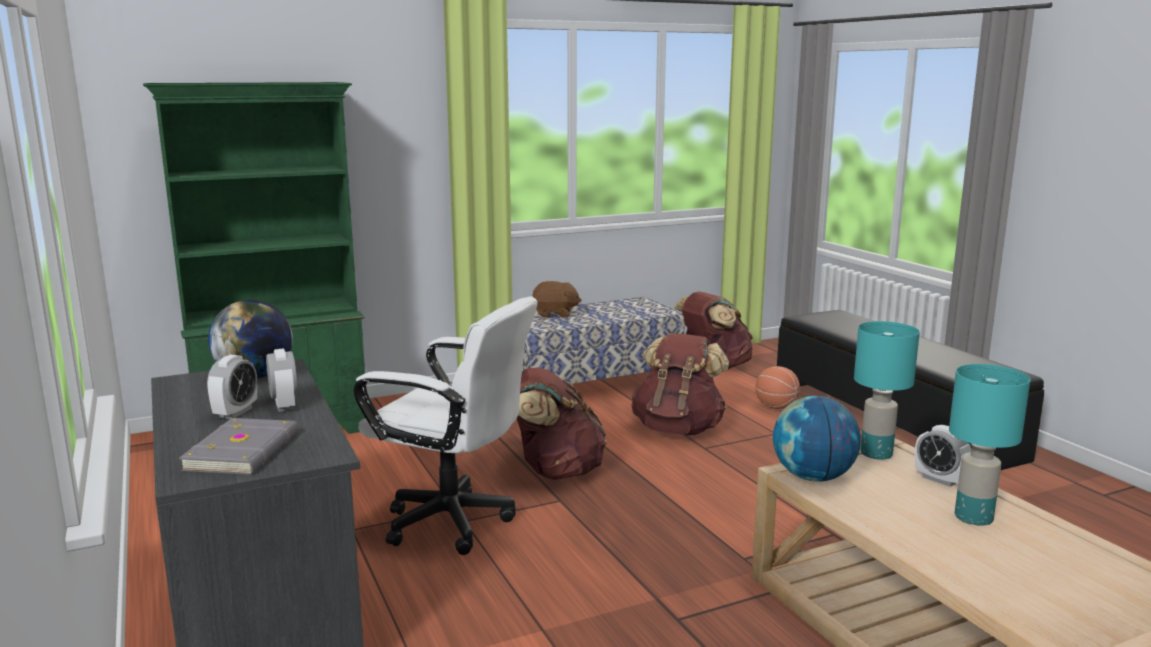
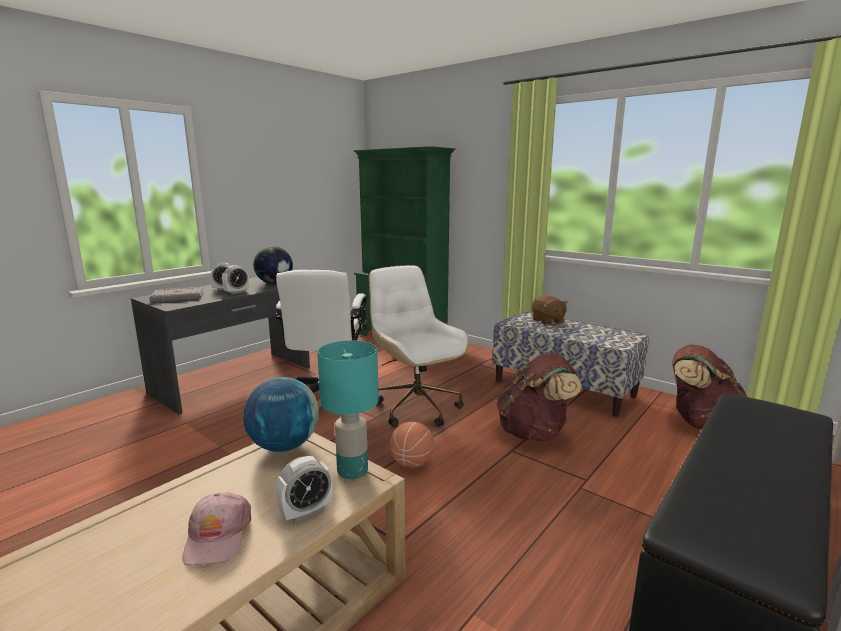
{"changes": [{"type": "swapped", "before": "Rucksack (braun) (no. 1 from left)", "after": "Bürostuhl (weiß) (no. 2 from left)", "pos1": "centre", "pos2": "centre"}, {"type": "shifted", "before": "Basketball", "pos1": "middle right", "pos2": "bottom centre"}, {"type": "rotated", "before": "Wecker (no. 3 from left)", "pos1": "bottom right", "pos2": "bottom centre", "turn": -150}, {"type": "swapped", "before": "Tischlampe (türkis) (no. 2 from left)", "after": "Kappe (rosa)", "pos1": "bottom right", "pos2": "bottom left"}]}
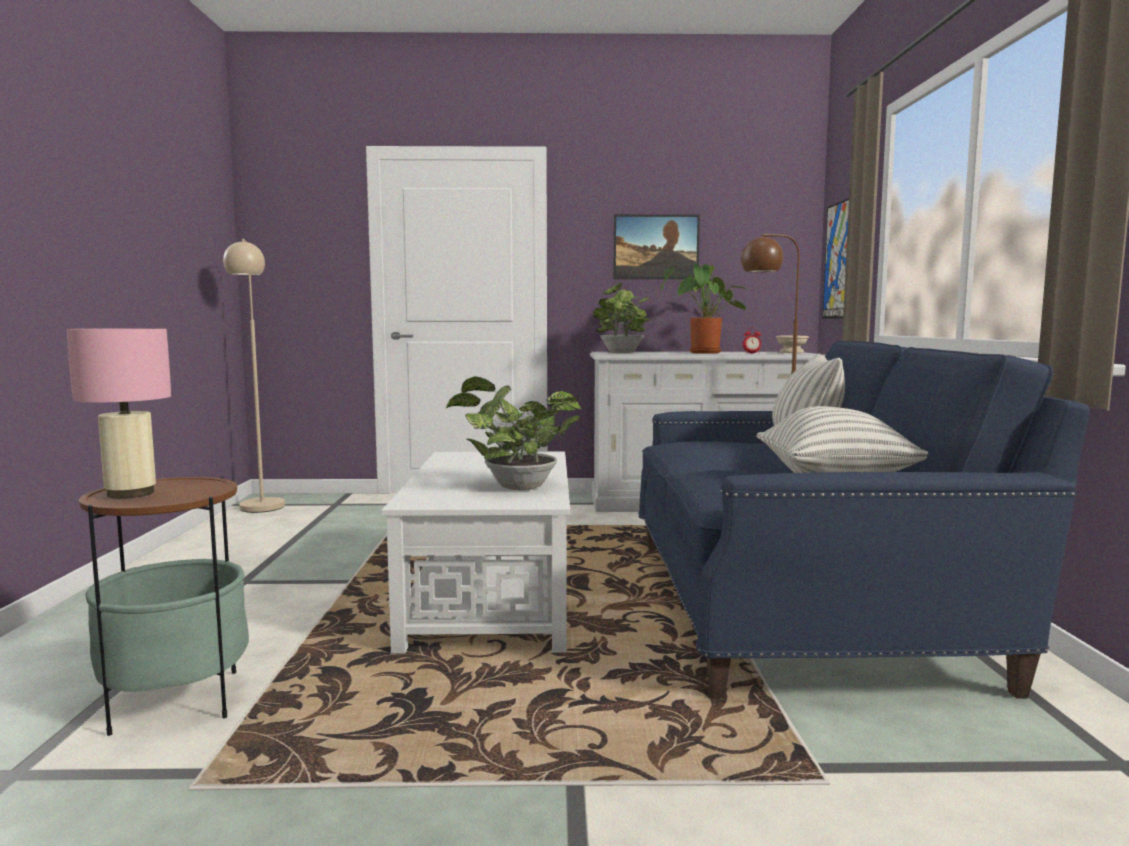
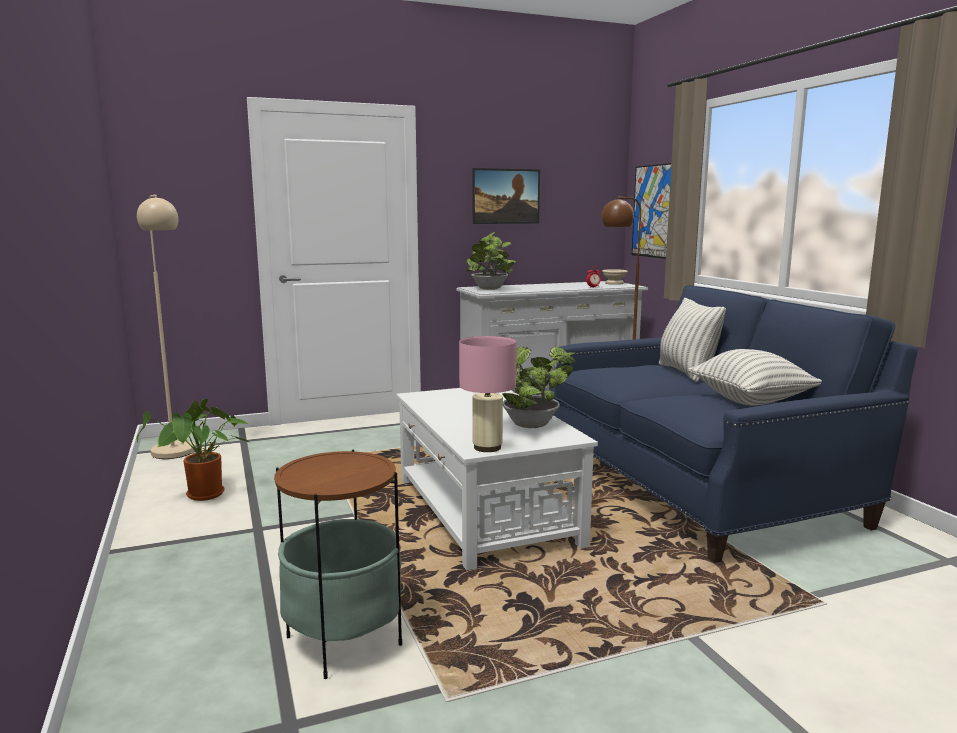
{"changes": [{"type": "shifted", "before": "Tischlampe (rosa)", "pos1": "middle left", "pos2": "centre"}, {"type": "shifted", "before": "Topfpflanze (no. 3 from left in the first image)", "after": "Topfpflanze (no. 1 from left)", "pos1": "centre", "pos2": "middle left"}]}
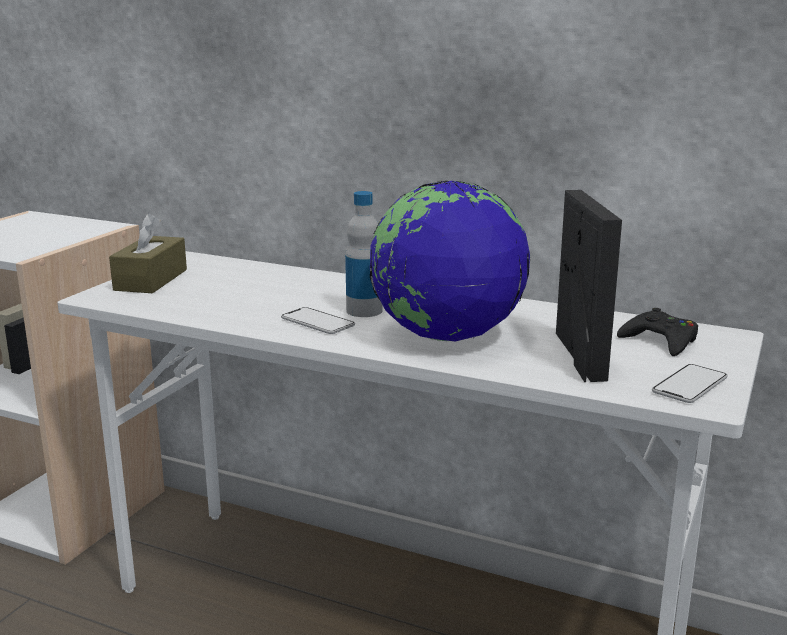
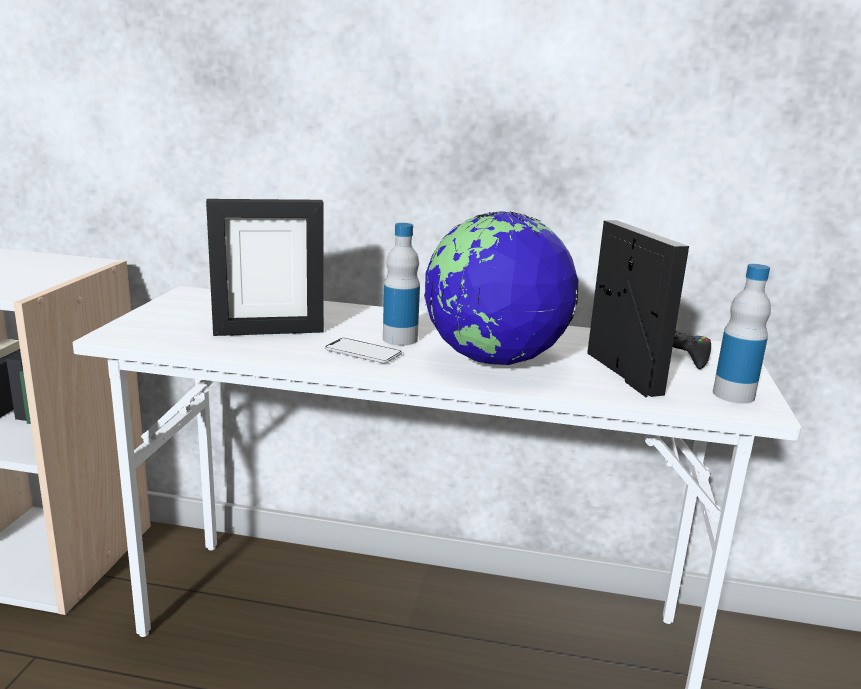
{"changes": [{"type": "gone", "before": "Taschentuchbox (braun)", "pos1": "middle left"}, {"type": "swapped", "before": "Handy (no. 2 from left)", "after": "Flasche (no. 2 from left)", "pos1": "middle right", "pos2": "middle right"}, {"type": "new", "after": "Bilderrahmen (no. 1 from left)", "pos2": "middle left"}]}
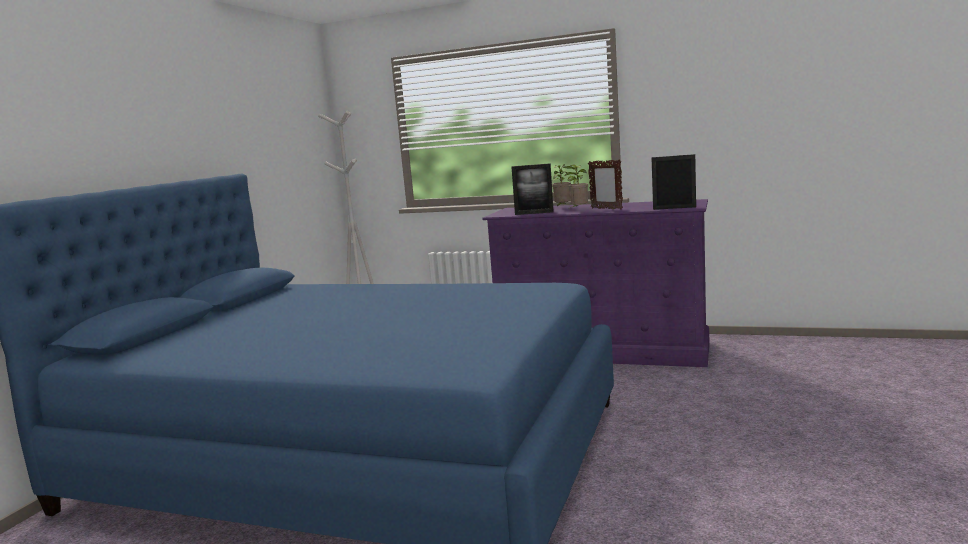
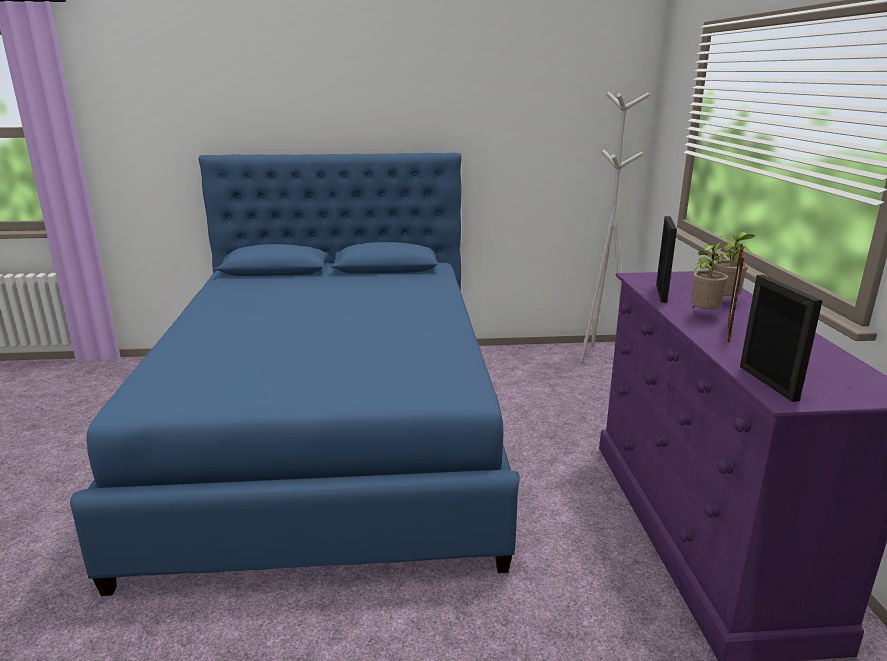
{"changes": [{"type": "rotated", "before": "Bilderrahmen (no. 1 from left)", "pos1": "centre", "pos2": "middle right", "turn": -150}]}
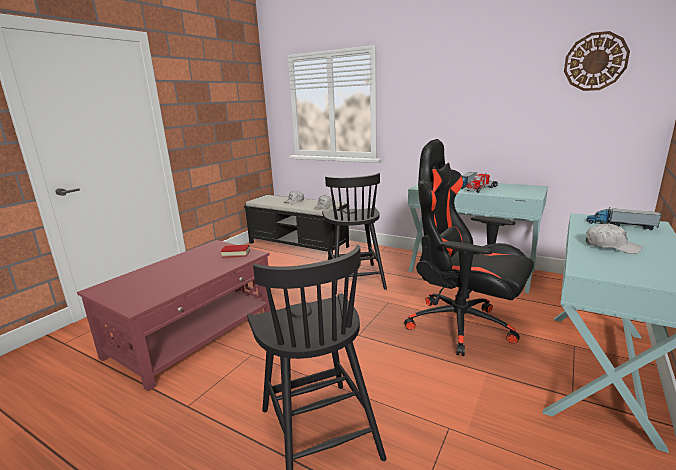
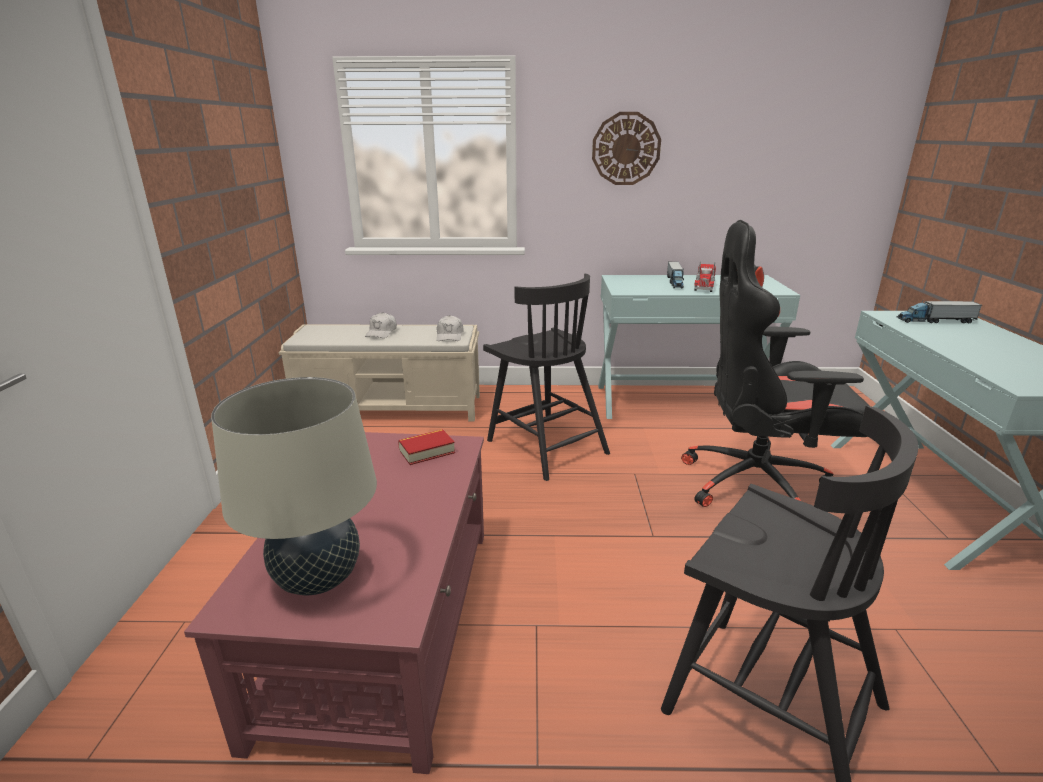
{"changes": [{"type": "repainted", "before": "Bank (schwarz)", "after": "Bank (beige)", "pos1": "centre", "pos2": "centre"}, {"type": "shifted", "before": "Wanduhr", "pos1": "top right", "pos2": "top centre"}, {"type": "gone", "before": "Kappe (weiß) (no. 3 from left)", "pos1": "middle right"}, {"type": "new", "after": "Tischlampe (beige)", "pos2": "middle left"}]}
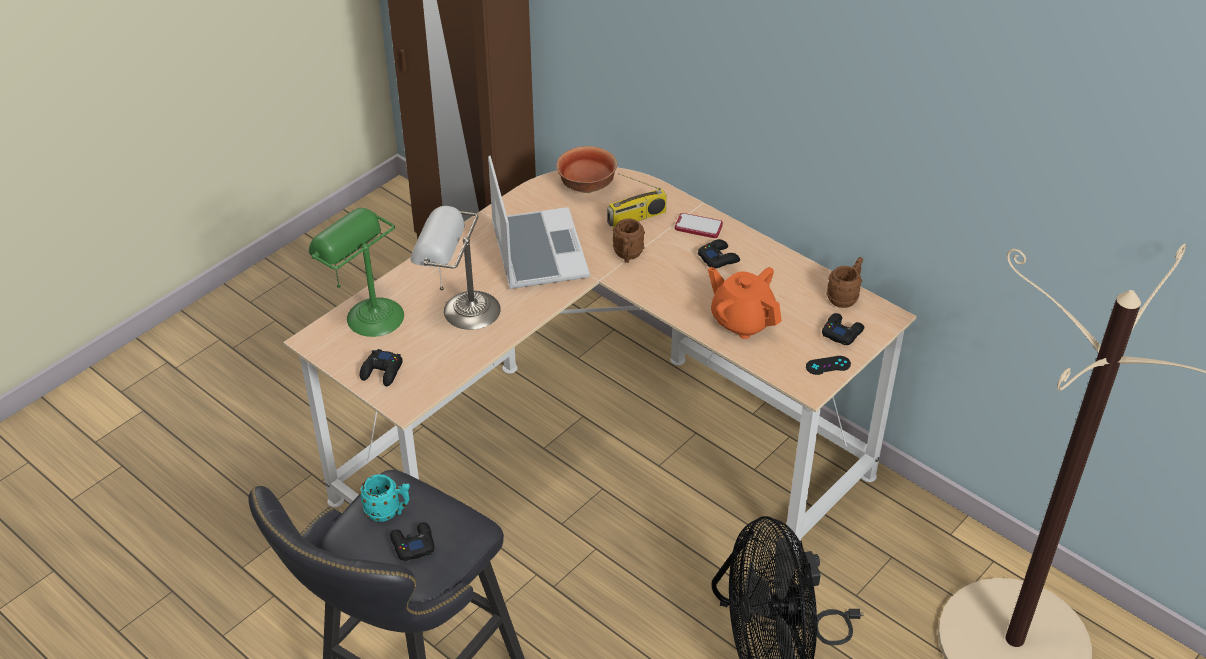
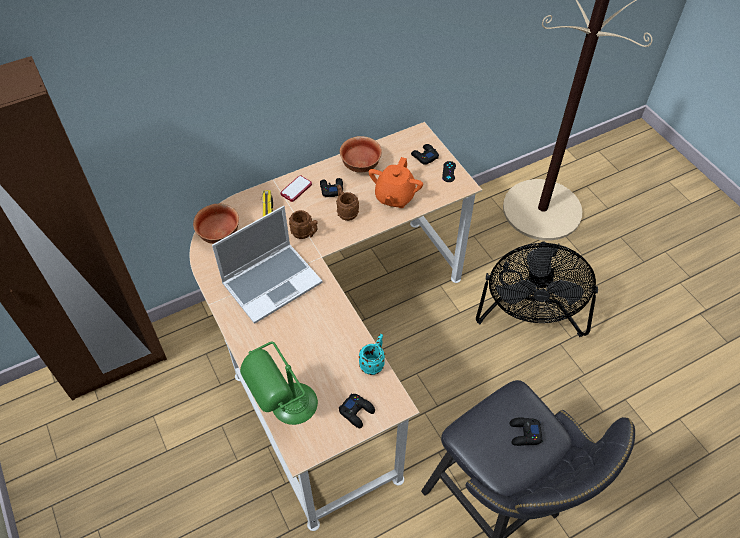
{"changes": [{"type": "shifted", "before": "Henkelbecher (türkis)", "pos1": "bottom left", "pos2": "centre"}, {"type": "gone", "before": "Tischlampe (weiß)", "pos1": "centre"}, {"type": "rotated", "before": "Laptop", "pos1": "centre", "pos2": "centre", "turn": 135}, {"type": "rotated", "before": "Teekanne (orange)", "pos1": "centre", "pos2": "centre", "turn": -45}, {"type": "shifted", "before": "Henkelbecher (braun) (no. 2 from left)", "pos1": "middle right", "pos2": "centre"}, {"type": "new", "after": "Schüssel (no. 2 from left)", "pos2": "top centre"}]}
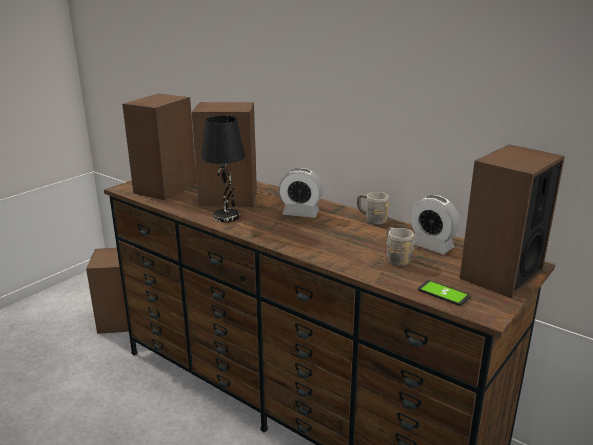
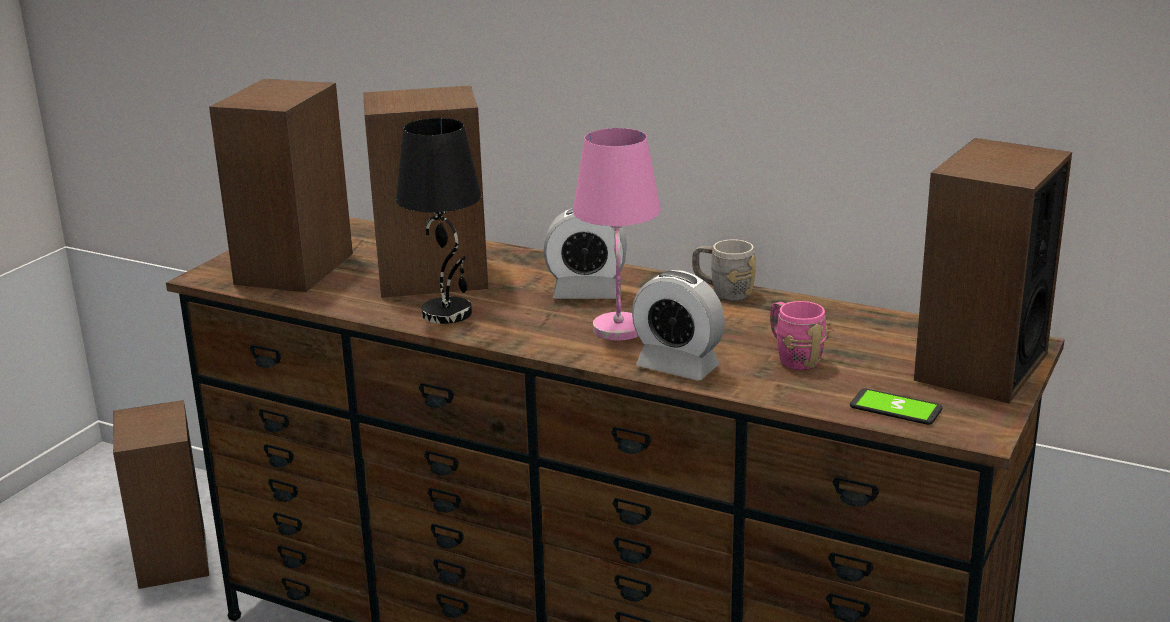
{"changes": [{"type": "repainted", "before": "Henkelbecher (grau) (no. 2 from left)", "after": "Henkelbecher (rosa)", "pos1": "middle right", "pos2": "middle right"}, {"type": "shifted", "before": "Wecker (no. 2 from left)", "pos1": "middle right", "pos2": "centre"}, {"type": "new", "after": "Tischlampe (rosa)", "pos2": "centre"}]}
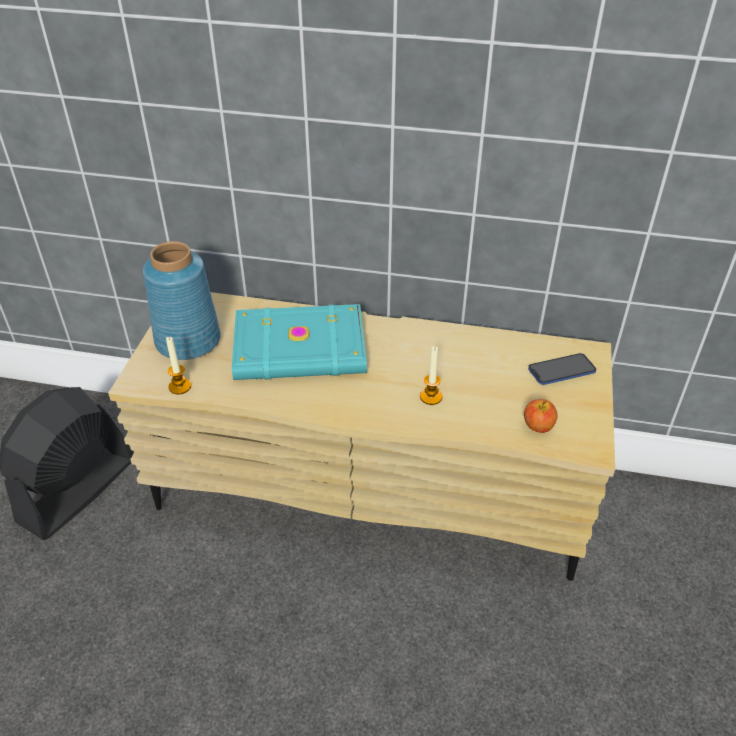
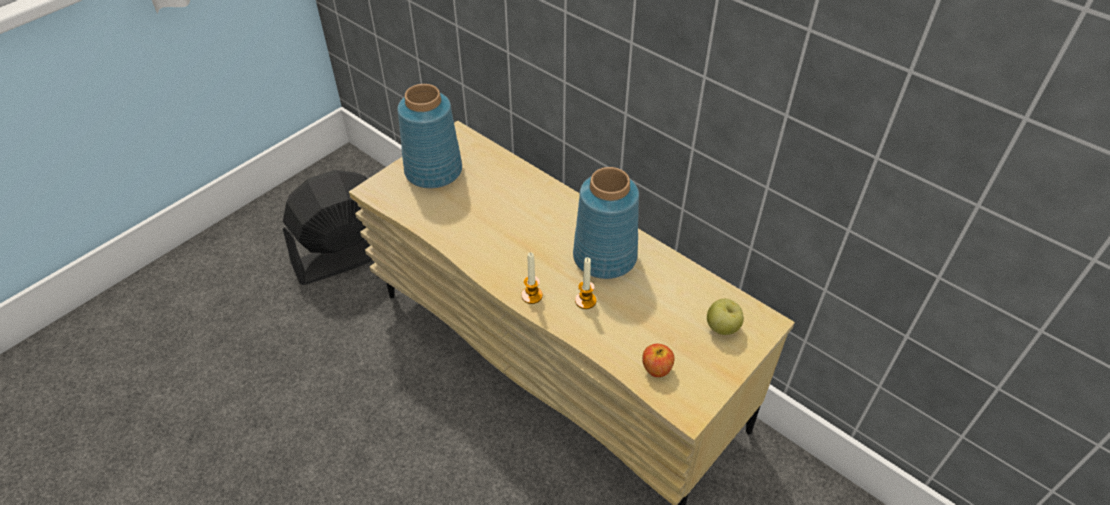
{"changes": [{"type": "shifted", "before": "Kerze (no. 1 from left)", "pos1": "middle left", "pos2": "centre"}, {"type": "gone", "before": "Buch (türkis)", "pos1": "centre"}, {"type": "swapped", "before": "Handy", "after": "Apfel (no. 2 from left)", "pos1": "middle right", "pos2": "centre"}, {"type": "new", "after": "Vase (blau) (no. 2 from left)", "pos2": "centre"}]}
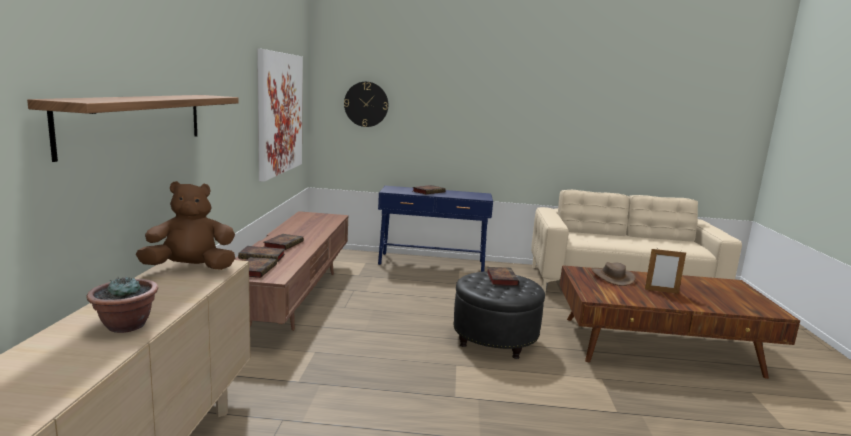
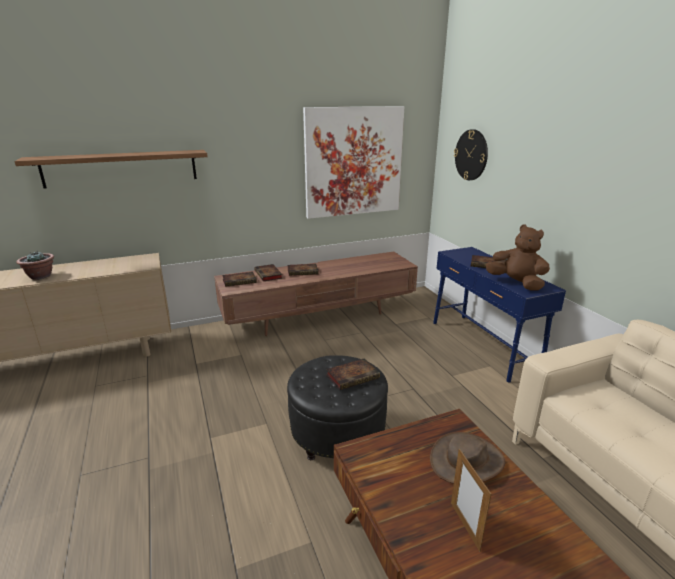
{"changes": [{"type": "shifted", "before": "Plüschtier (braun)", "pos1": "middle left", "pos2": "middle right"}]}
